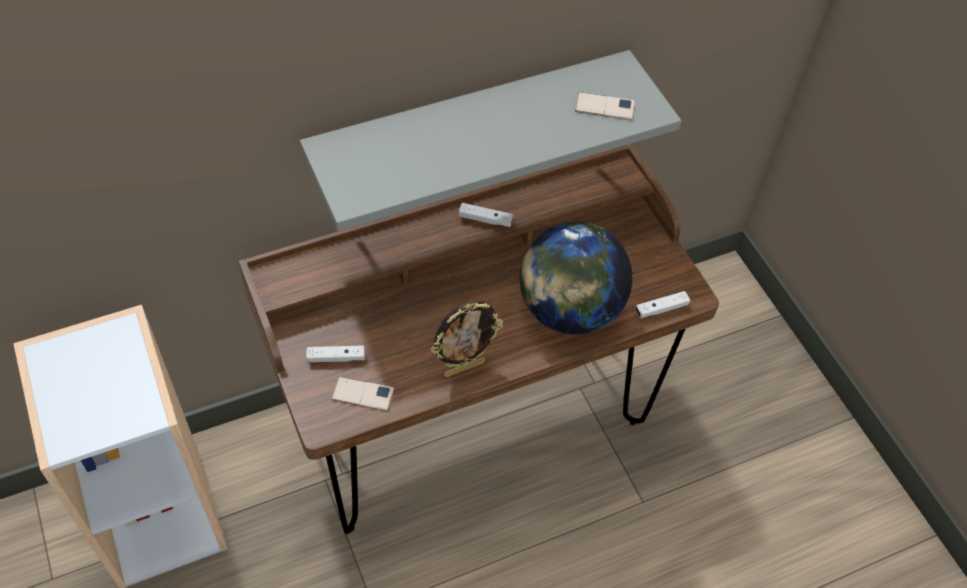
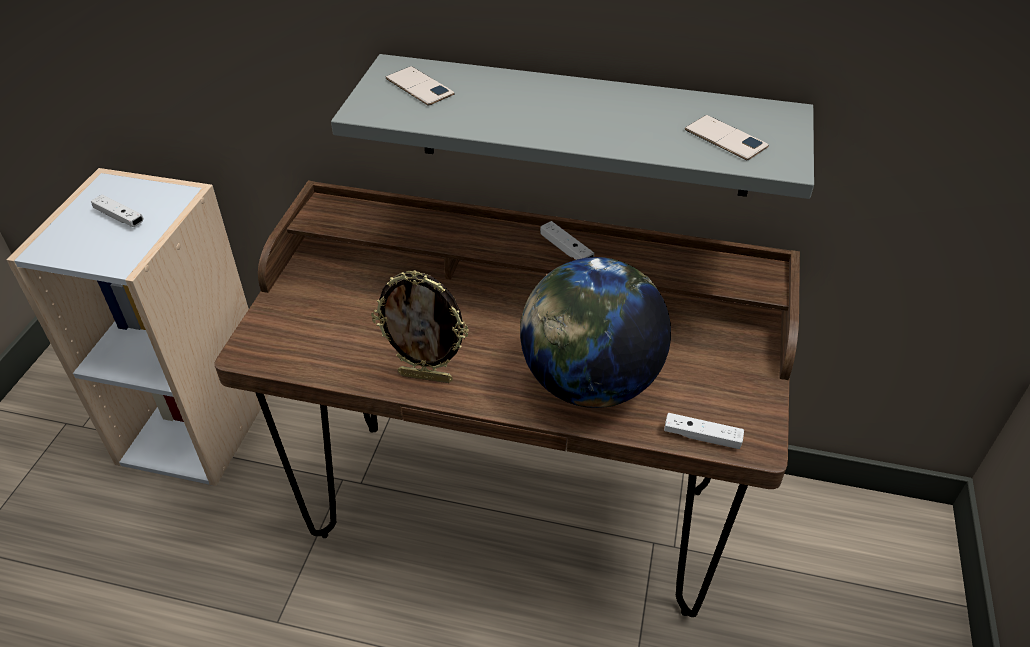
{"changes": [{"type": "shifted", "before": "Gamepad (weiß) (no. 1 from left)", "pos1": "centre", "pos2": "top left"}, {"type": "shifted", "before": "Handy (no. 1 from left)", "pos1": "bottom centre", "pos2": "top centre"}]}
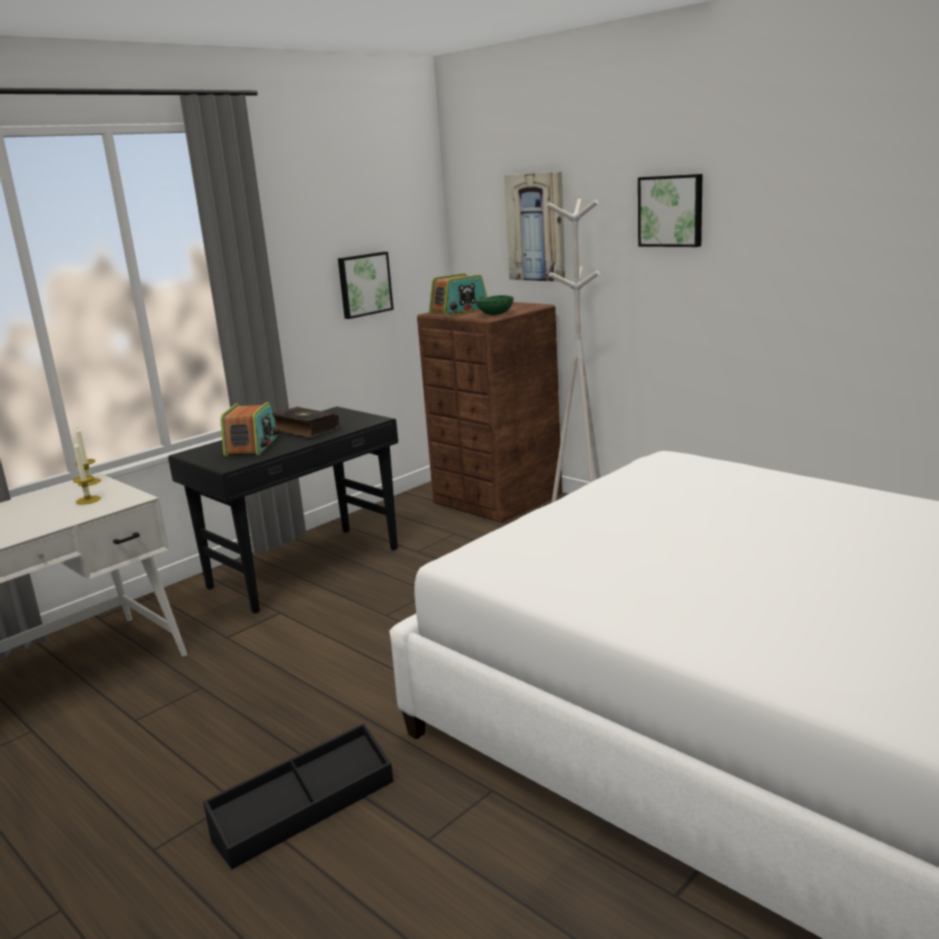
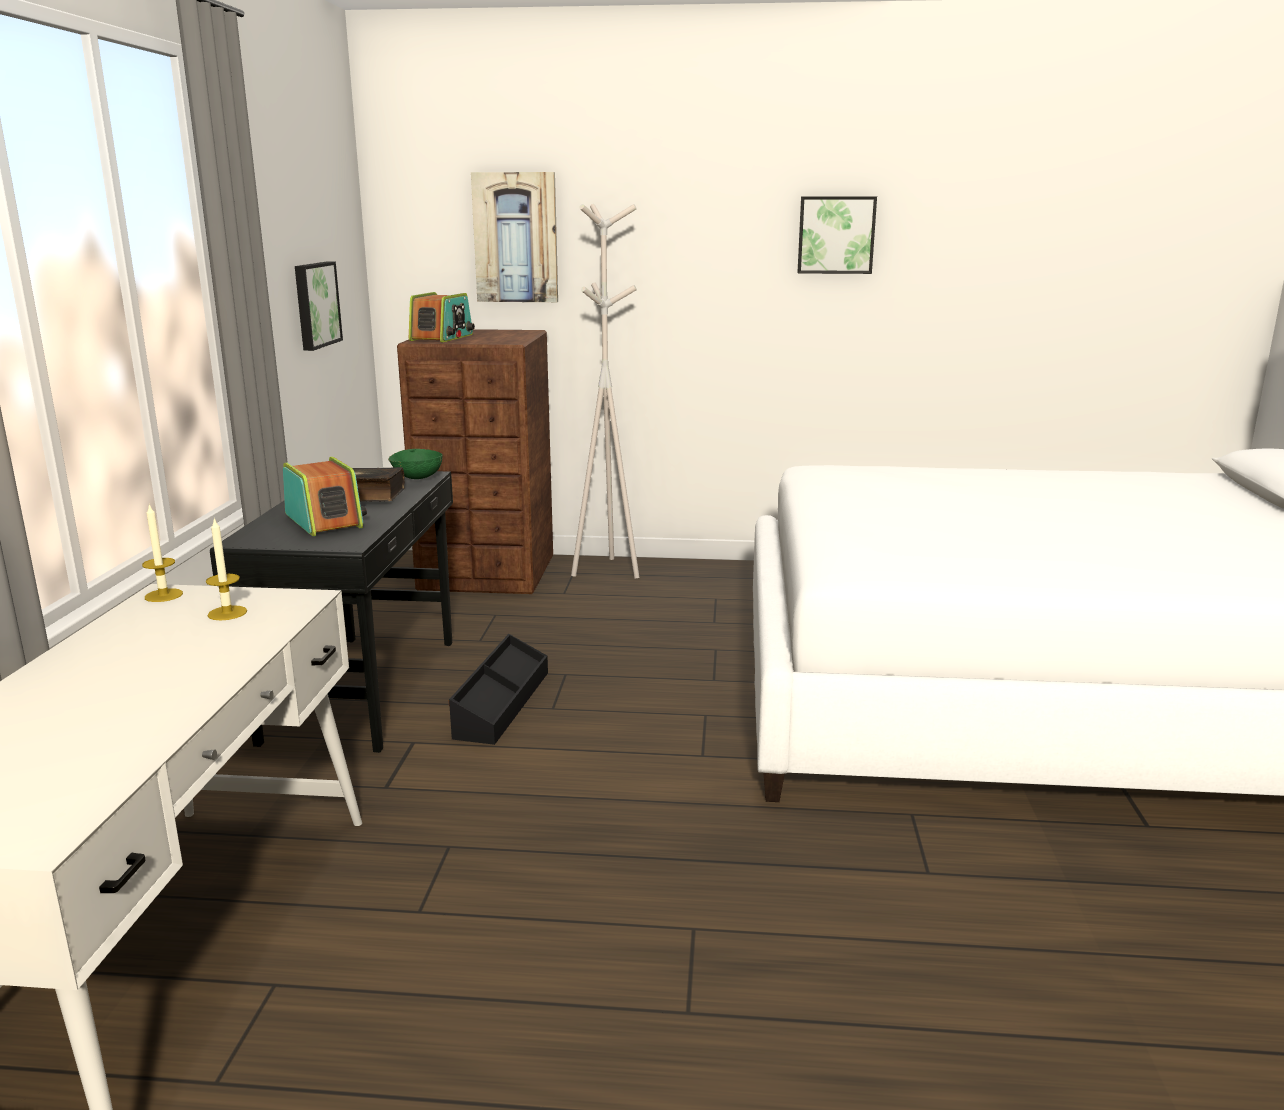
{"changes": [{"type": "shifted", "before": "Aufbewahrungsbox (schwarz)", "pos1": "bottom left", "pos2": "centre"}, {"type": "shifted", "before": "Schüssel (grün)", "pos1": "top centre", "pos2": "middle left"}, {"type": "shifted", "before": "Bild (no. 3 from left)", "pos1": "top right", "pos2": "top centre"}]}
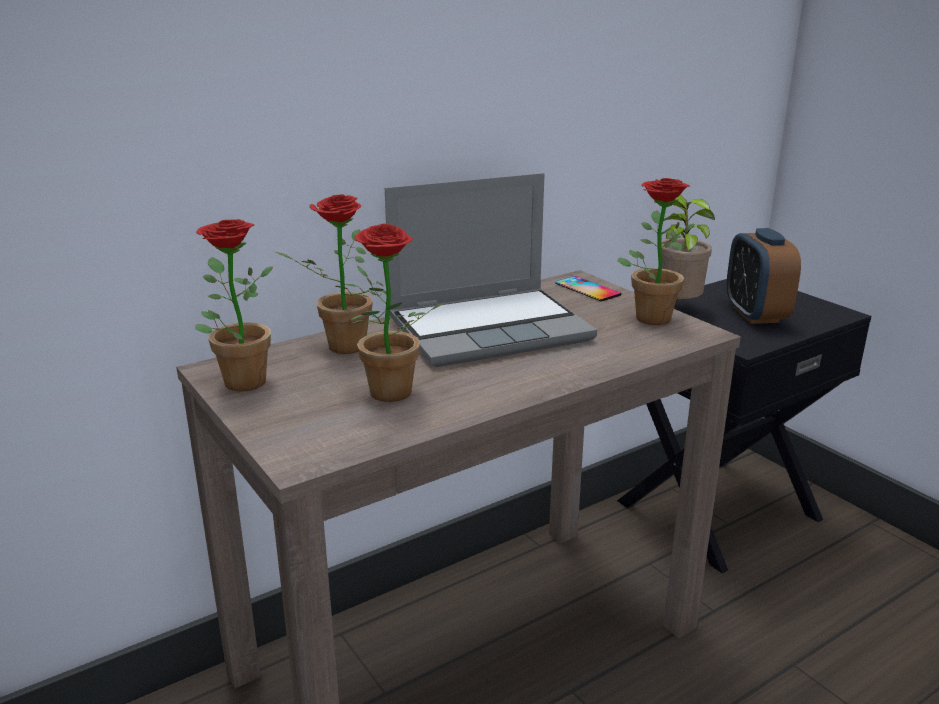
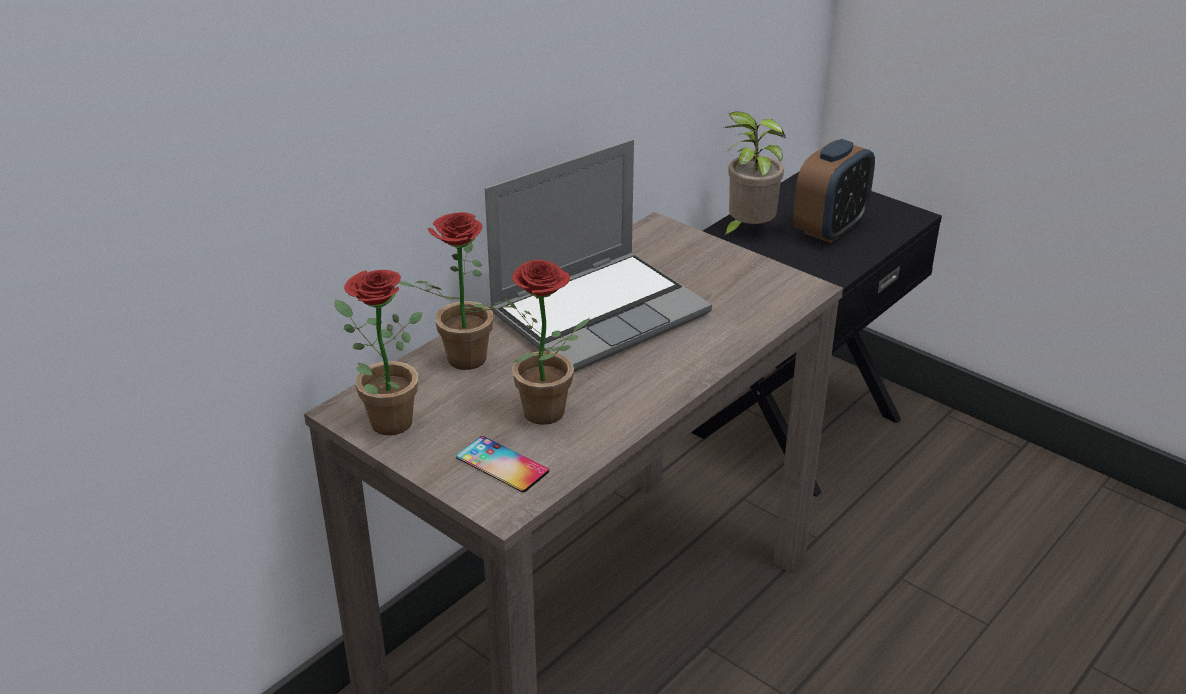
{"changes": [{"type": "shifted", "before": "Handy", "pos1": "centre", "pos2": "bottom centre"}, {"type": "gone", "before": "Topfpflanze (no. 4 from left)", "pos1": "middle right"}, {"type": "rotated", "before": "Wecker", "pos1": "middle right", "pos2": "top right", "turn": -120}]}
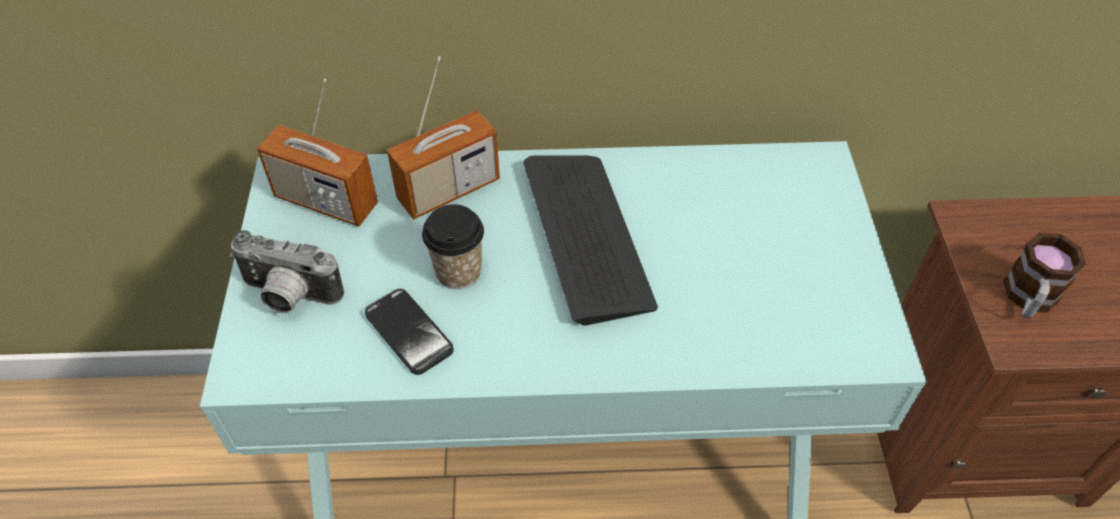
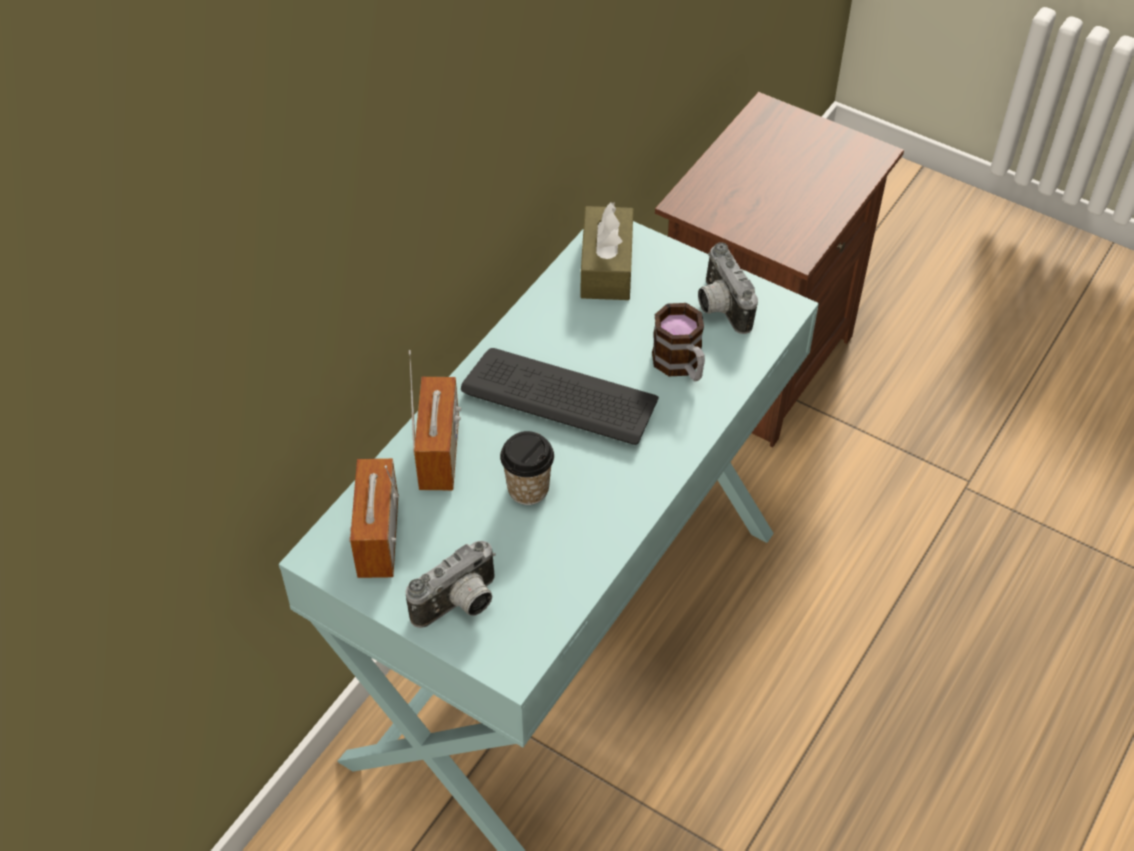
{"changes": [{"type": "rotated", "before": "Radio (no. 1 from left)", "pos1": "top left", "pos2": "middle left", "turn": 120}, {"type": "gone", "before": "Handy", "pos1": "centre"}, {"type": "shifted", "before": "Henkelbecher", "pos1": "middle right", "pos2": "centre"}, {"type": "new", "after": "Taschentuchbox (braun)", "pos2": "top centre"}, {"type": "new", "after": "Kamera (no. 2 from left)", "pos2": "centre"}]}
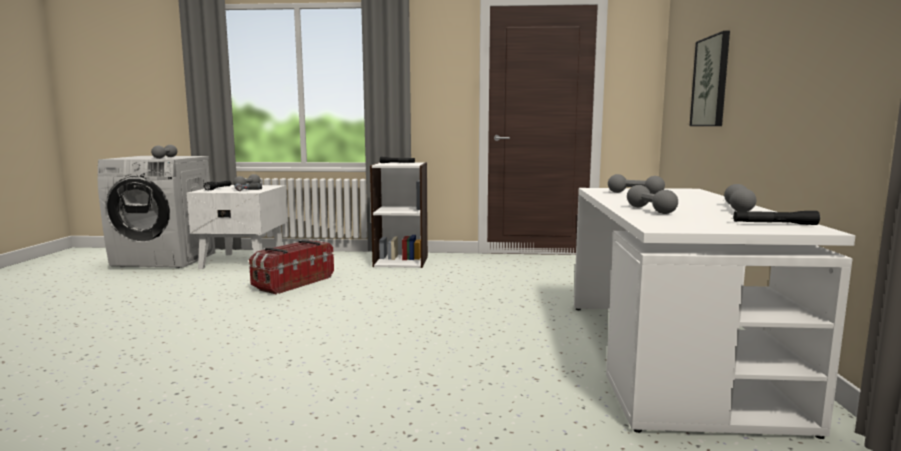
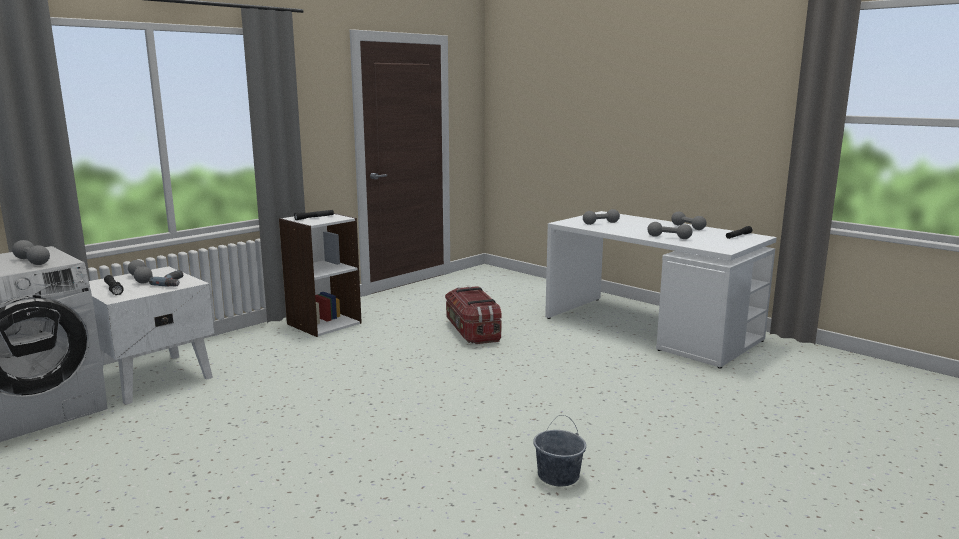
{"changes": [{"type": "shifted", "before": "Aufbewahrungsbox", "pos1": "middle left", "pos2": "centre"}, {"type": "gone", "before": "Bild", "pos1": "top right"}, {"type": "new", "after": "Eimer (grau)", "pos2": "bottom centre"}]}
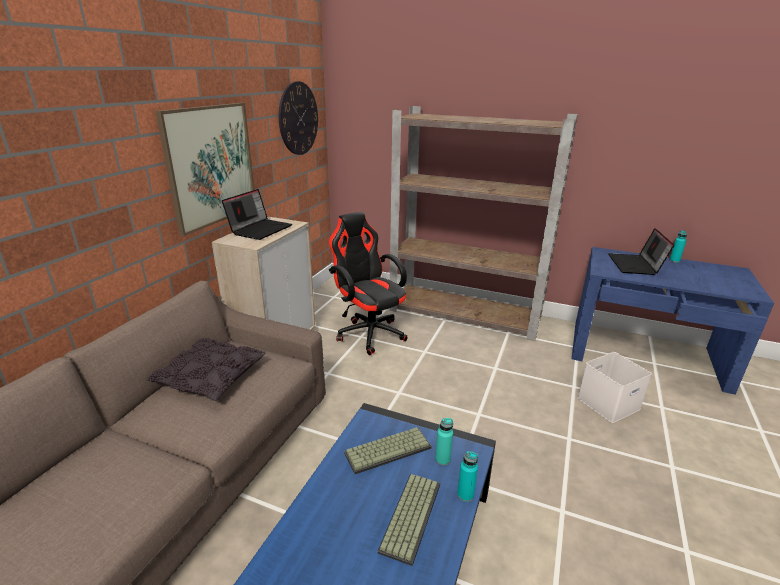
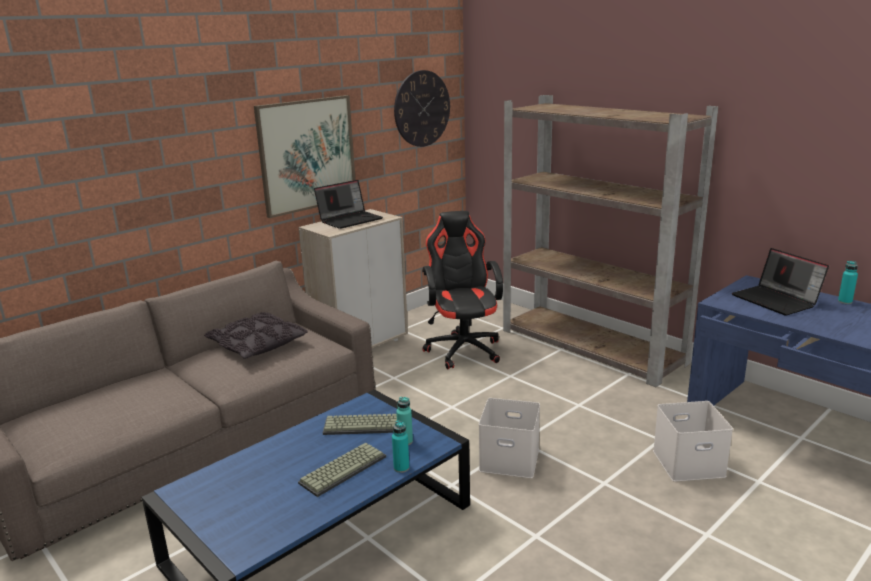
{"changes": [{"type": "rotated", "before": "Laptop (no. 2 from left)", "pos1": "middle right", "pos2": "middle right", "turn": -60}, {"type": "new", "after": "Aufbewahrungsbox (weiß) (no. 1 from left)", "pos2": "bottom centre"}]}
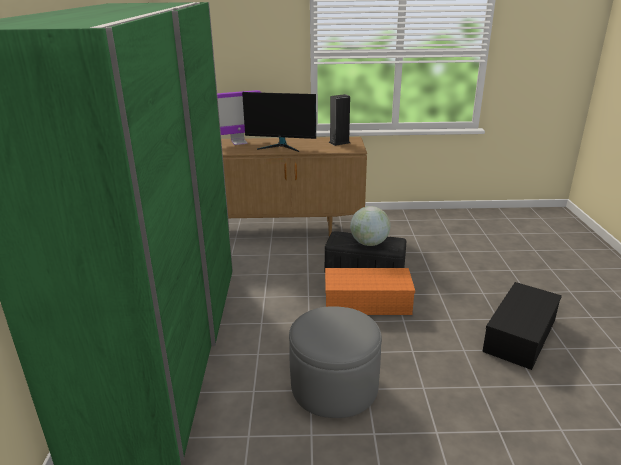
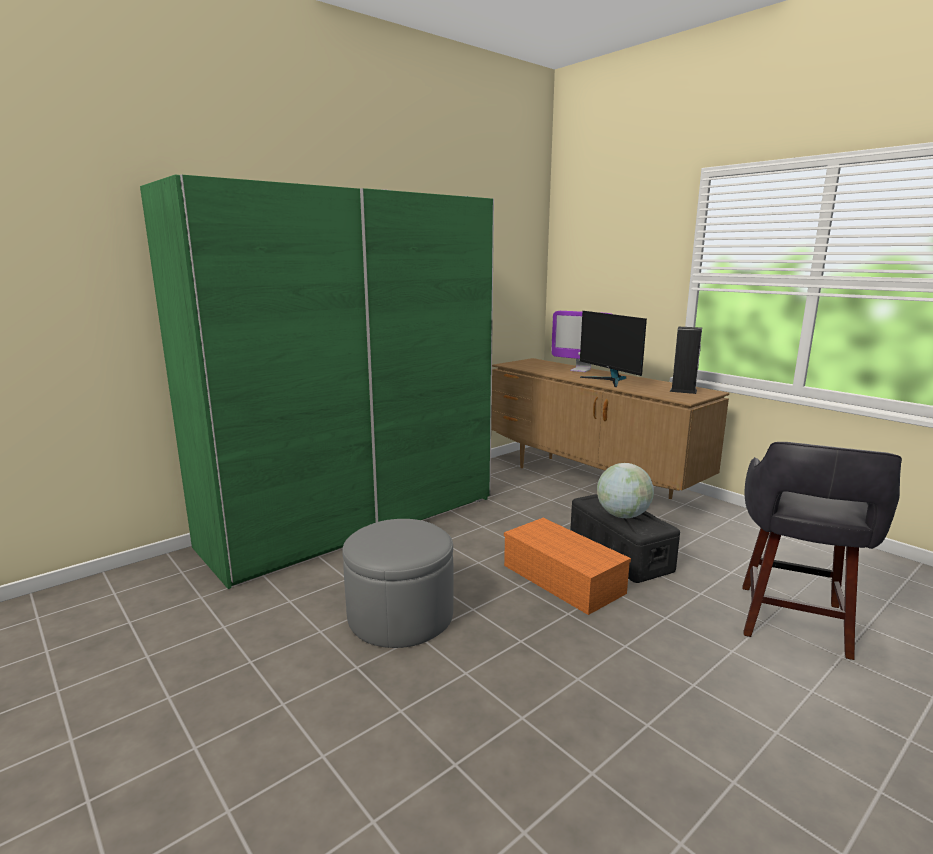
{"changes": [{"type": "gone", "before": "Aufbewahrungsbox (schwarz) (no. 2 from left)", "pos1": "bottom right"}, {"type": "new", "after": "Hocker (grau)", "pos2": "middle right"}]}
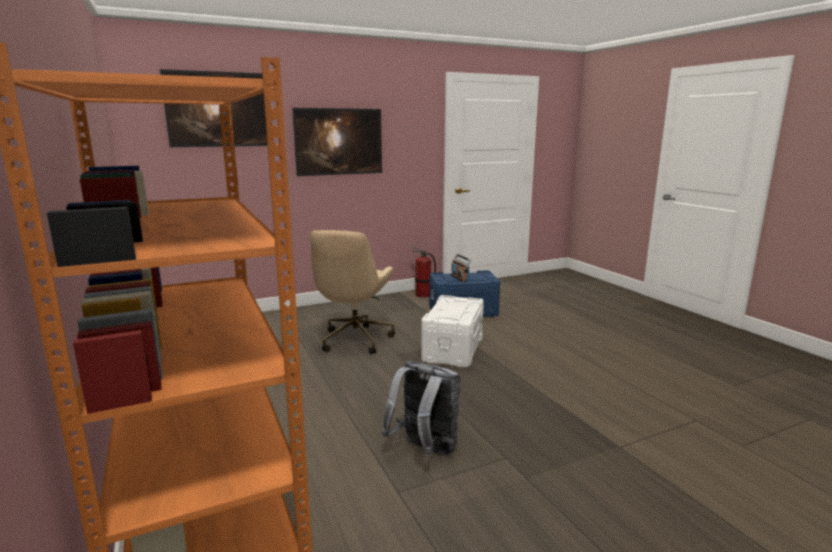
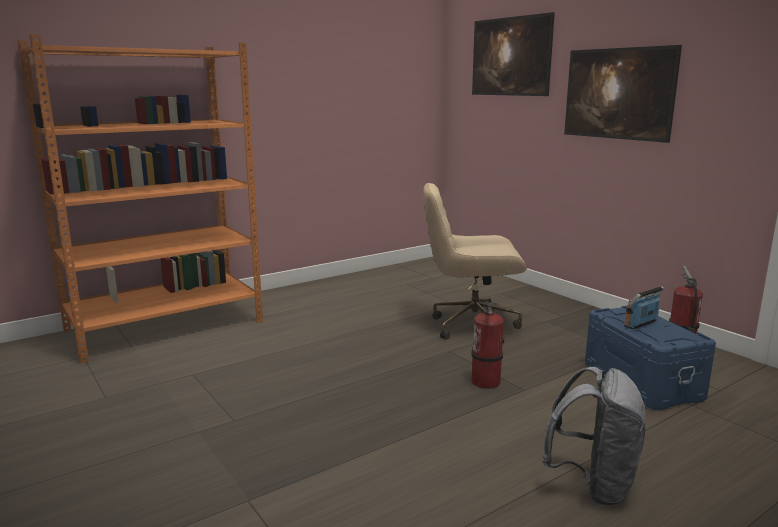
{"changes": [{"type": "shifted", "before": "Rucksack (grau)", "pos1": "bottom centre", "pos2": "bottom right"}, {"type": "swapped", "before": "Aufbewahrungsbox (weiß)", "after": "Feuerlöscher (no. 1 from left)", "pos1": "centre", "pos2": "centre"}]}
